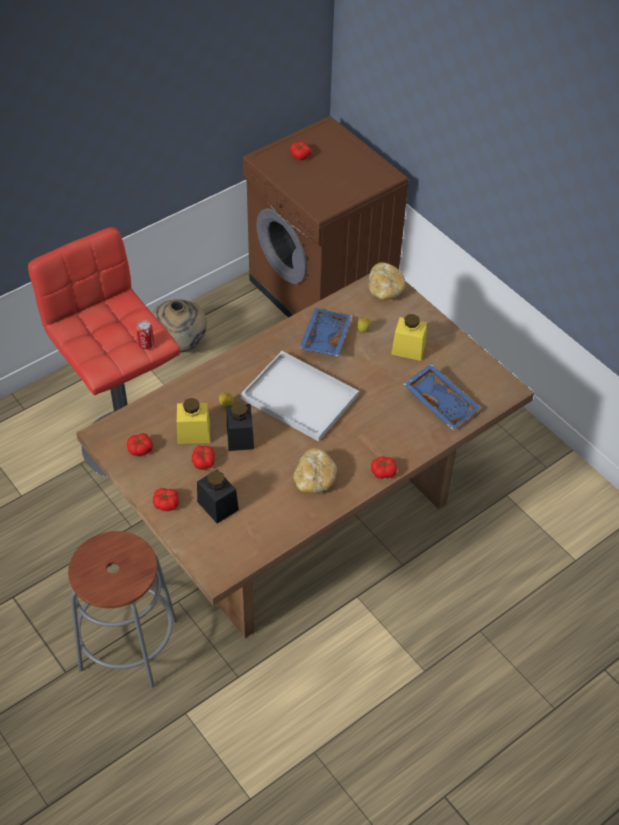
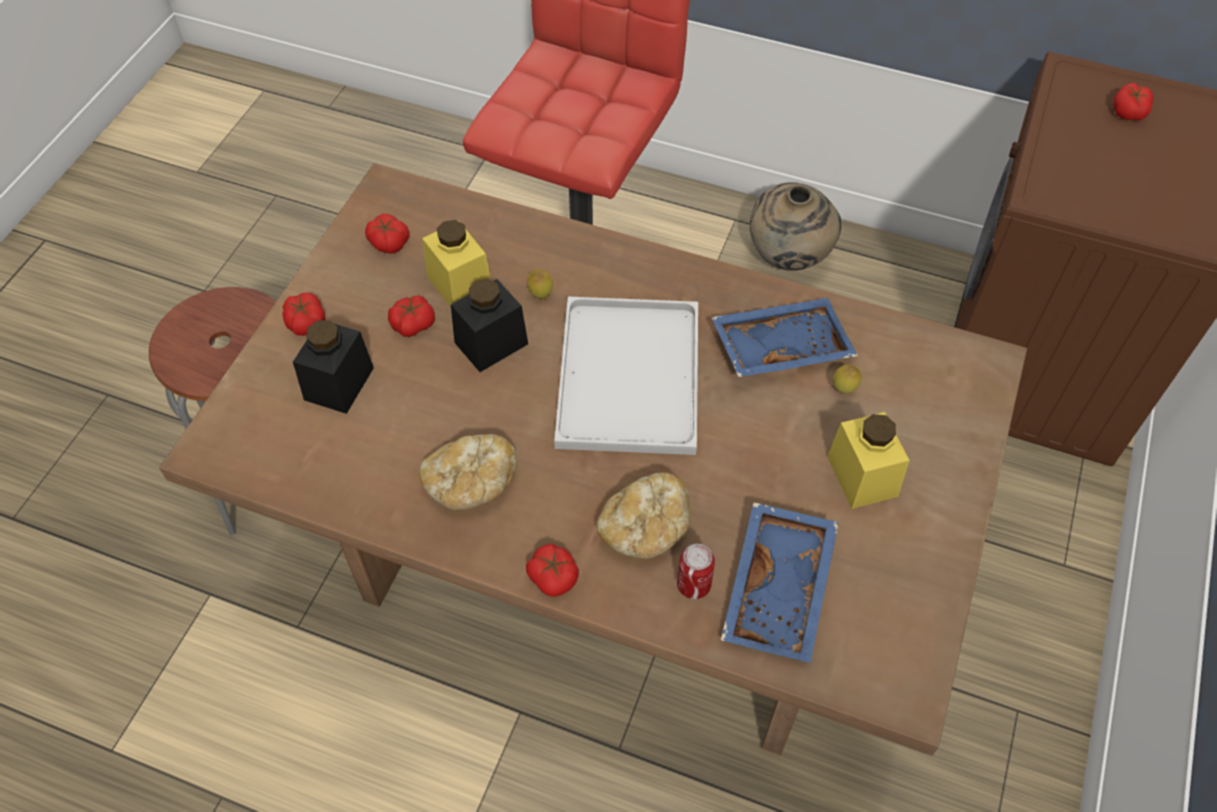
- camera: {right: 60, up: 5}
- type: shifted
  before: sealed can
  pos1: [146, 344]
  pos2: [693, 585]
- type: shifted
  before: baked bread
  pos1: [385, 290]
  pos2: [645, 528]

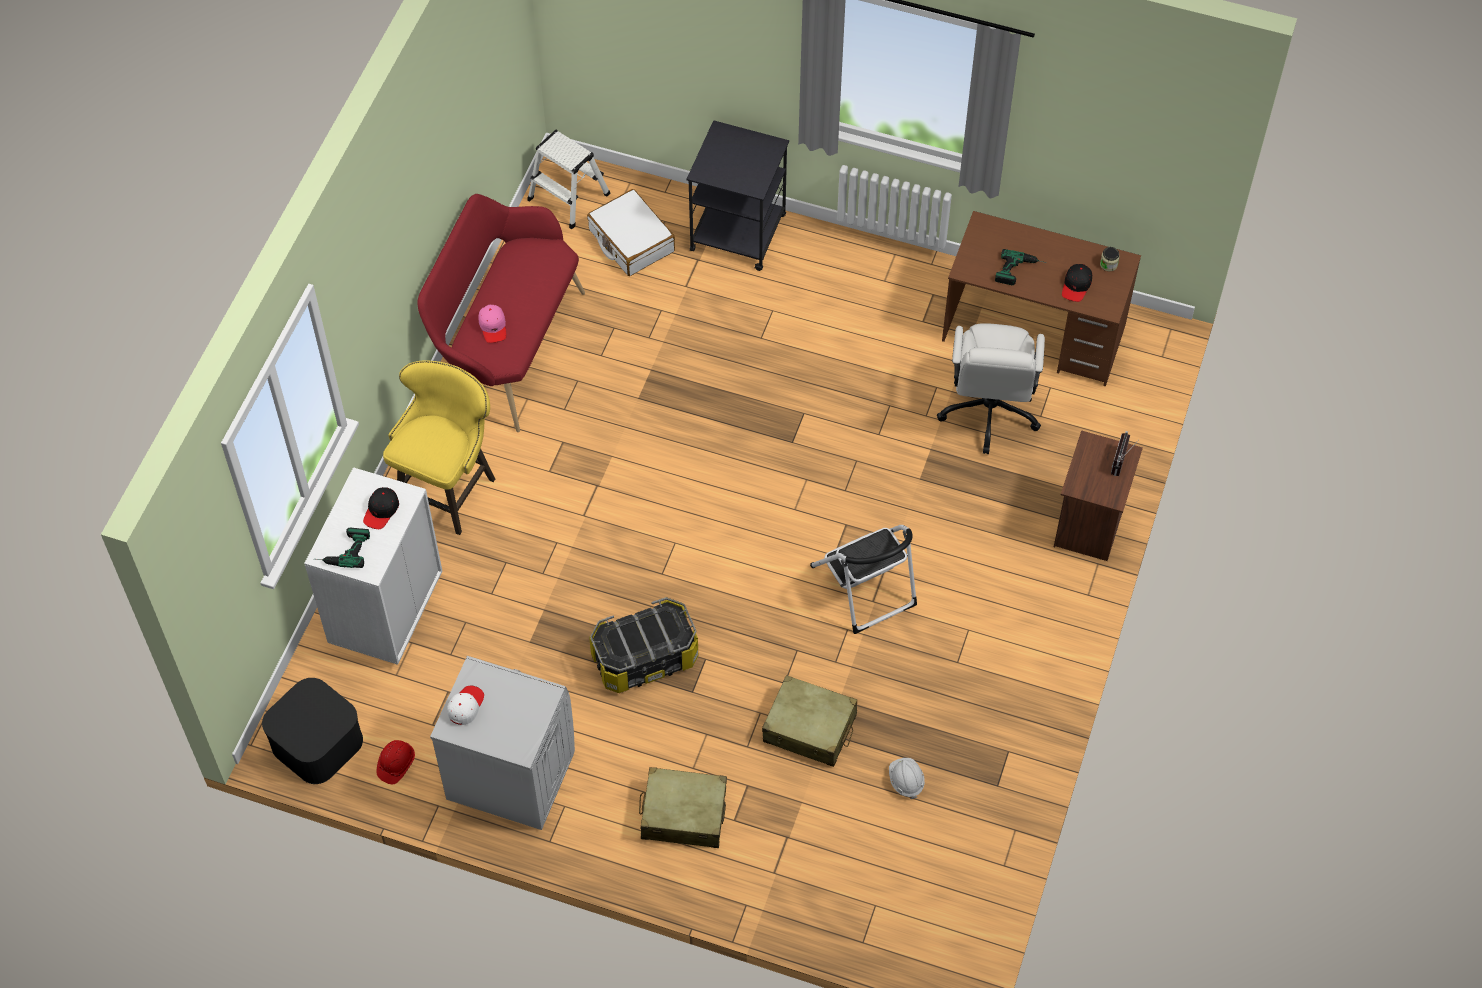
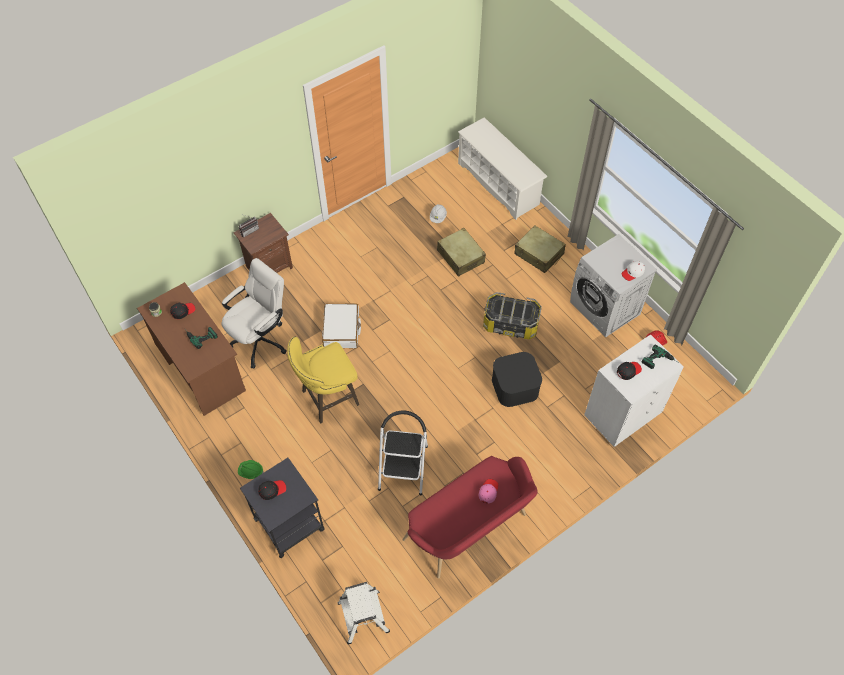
- camera: {right: -145, up: 0}
- type: shifted
  before: blackish storage container
  pos1: [316, 742]
  pos2: [515, 386]
- type: shifted
  before: yellow stool seat
  pos1: [449, 489]
  pos2: [327, 399]
- type: shifted
  before: whitish travel case
  pos1: [631, 241]
  pos2: [342, 330]
- type: shifted
  before: step stool
  pos1: [865, 588]
  pos2: [404, 466]
- type: new
  after: green safety helmet
  pos2: [251, 472]
- type: new
  after: blackish baseball cap
  pos2: [272, 490]
- type: new
  after: whitish shoe shelf
  pos2: [498, 184]

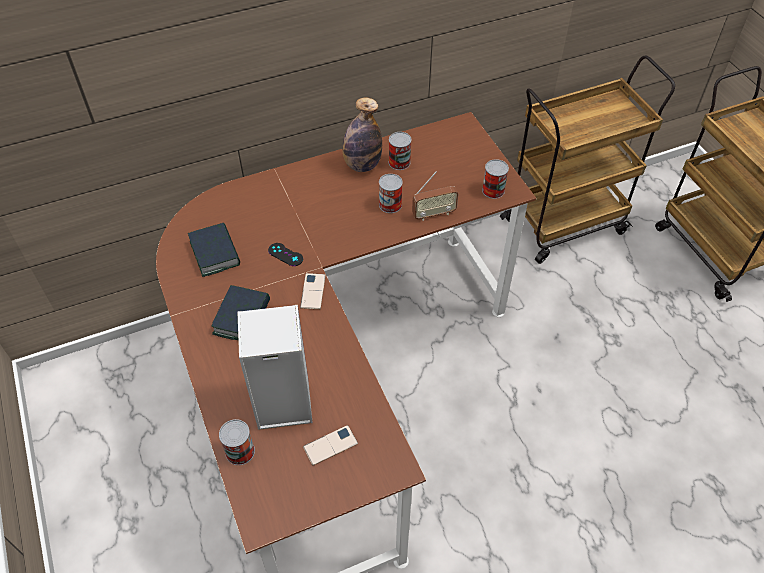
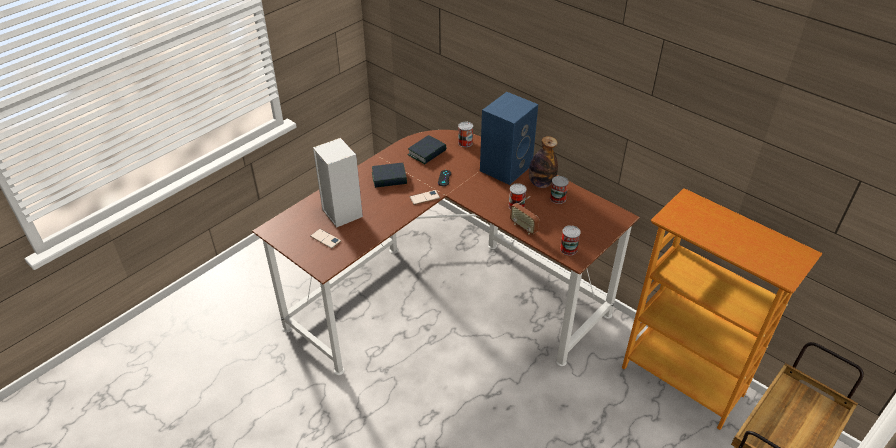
- camera: {right: 65, up: -10}
- type: shifted
  before: sealed can
  pos1: [240, 451]
  pos2: [465, 142]
- type: swapped
  before: brown-coloured trolley
  after: bookcase
  pos1: [565, 225]
  pos2: [683, 380]
- type: new
  after: blue speaker
  pos2: [506, 167]

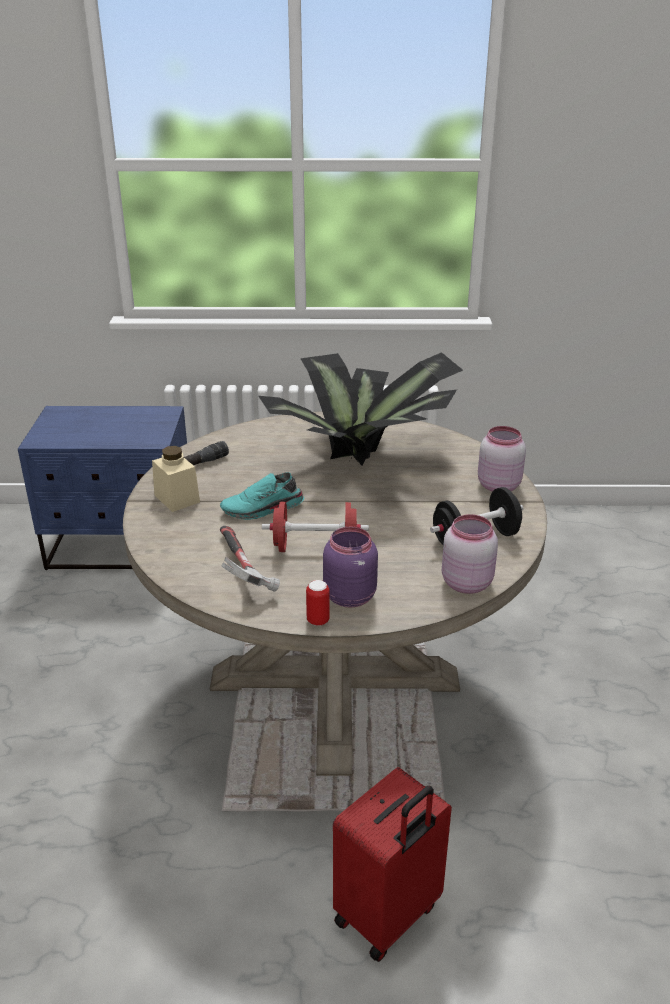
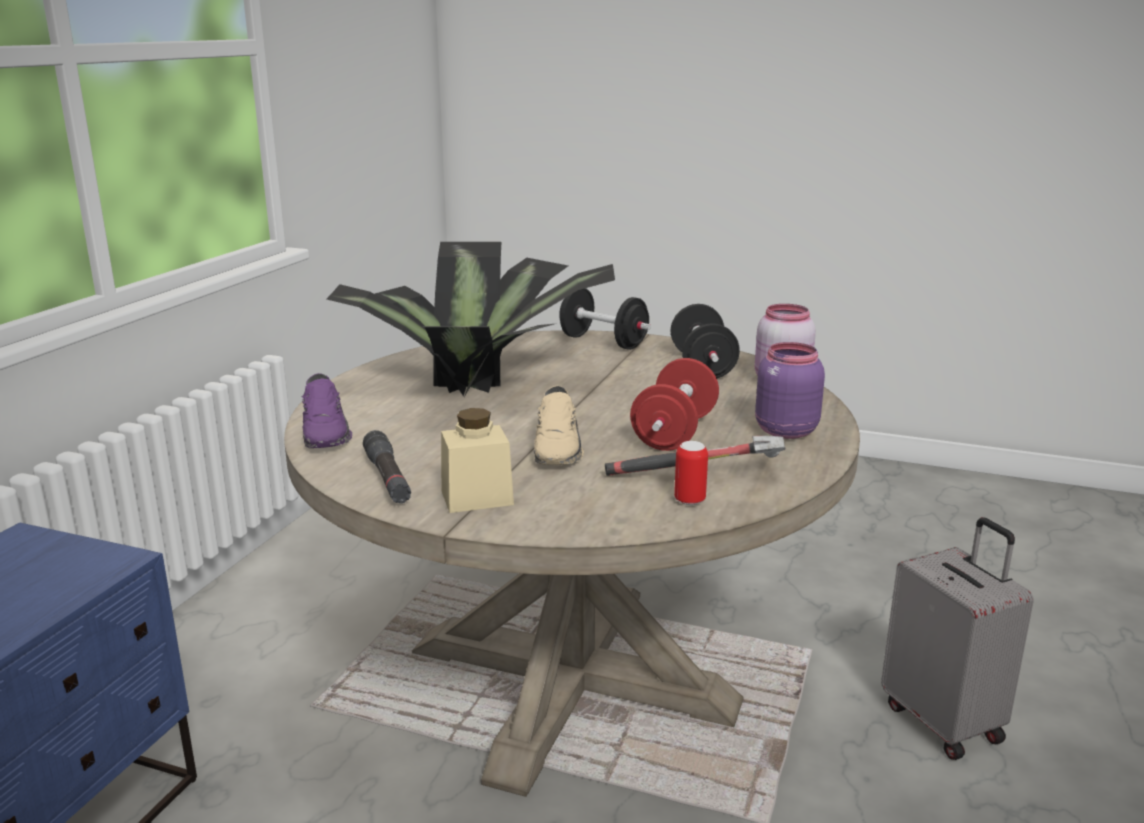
- camera: {right: -70, up: -10}
- type: repainted
  before: blue-green item of footwear
  after: beige item of footwear
  pos1: [263, 509]
  pos2: [559, 448]
- type: shifted
  before: sealed can
  pos1: [318, 620]
  pos2: [689, 500]
- type: repainted
  before: red-coloured travel case
  after: greyish travel case
  pos1: [389, 916]
  pos2: [944, 721]
- type: swapped
  before: pinkish storage jar
  after: blackish dumbbell
  pos1: [497, 485]
  pos2: [603, 342]
- type: new
  after: purplish item of footwear
  pos2: [327, 432]

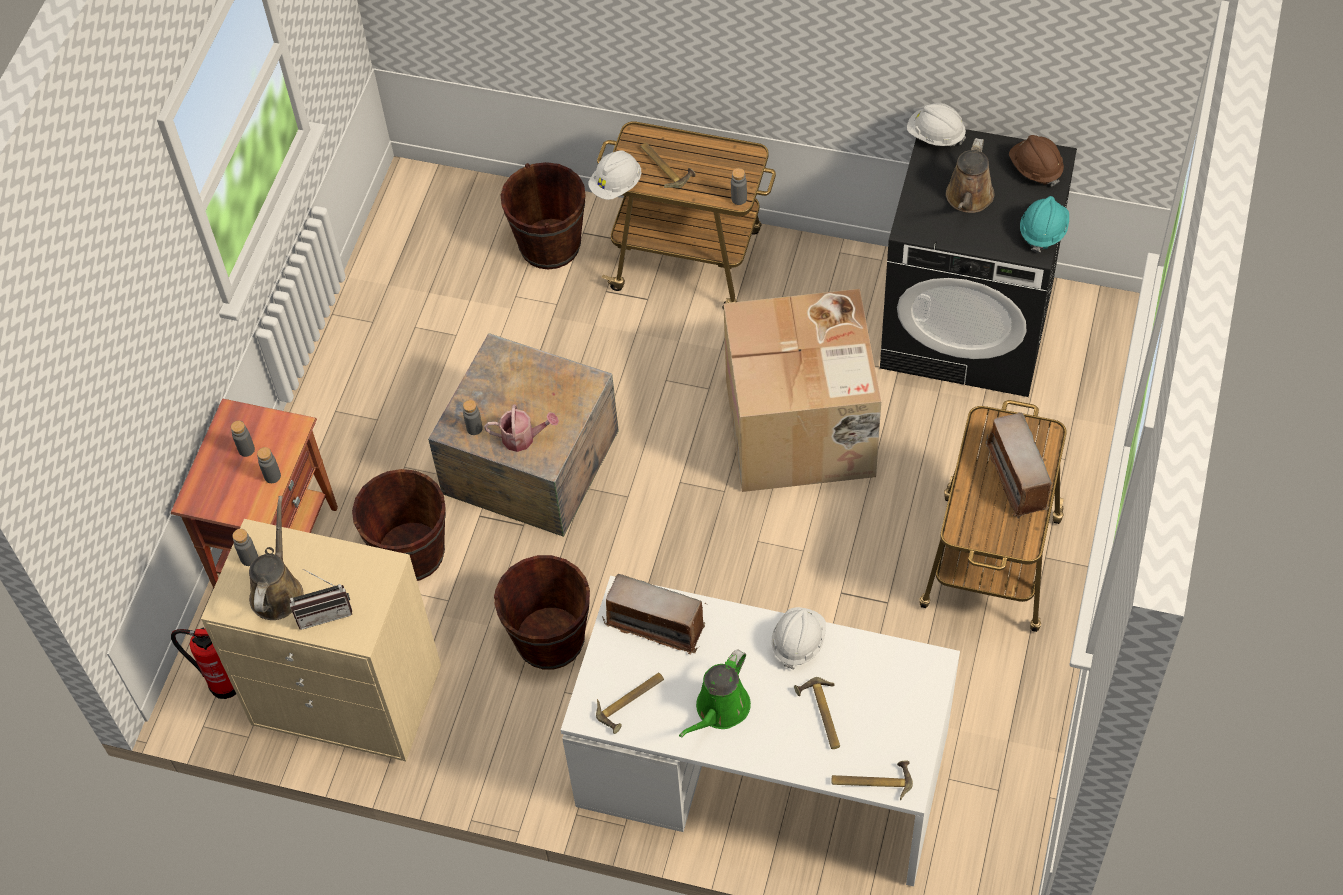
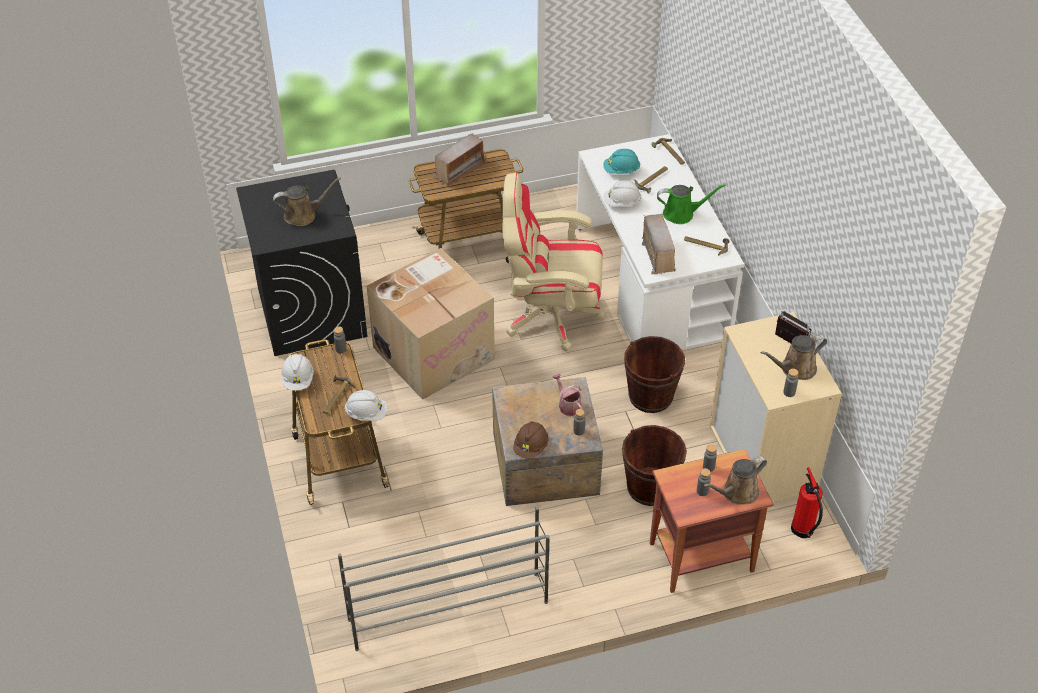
- camera: {right: -125, up: -10}
- type: gone
  before: brown-coloured water bucket
  pos1: [550, 245]
- type: shifted
  before: whitish safety helmet
  pos1: [935, 136]
  pos2: [298, 379]
- type: shifted
  before: brown-coloured safety helmet
  pos1: [1035, 169]
  pos2: [531, 447]
- type: shifted
  before: blue-green safety helmet
  pos1: [1043, 231]
  pos2: [621, 170]
- type: new
  after: greyish shoe shelf
  pos2: [447, 611]
- type: new
  after: beige office chair
  pos2: [552, 315]
- type: new
  after: brown-coloured watering can
  pos2: [737, 493]

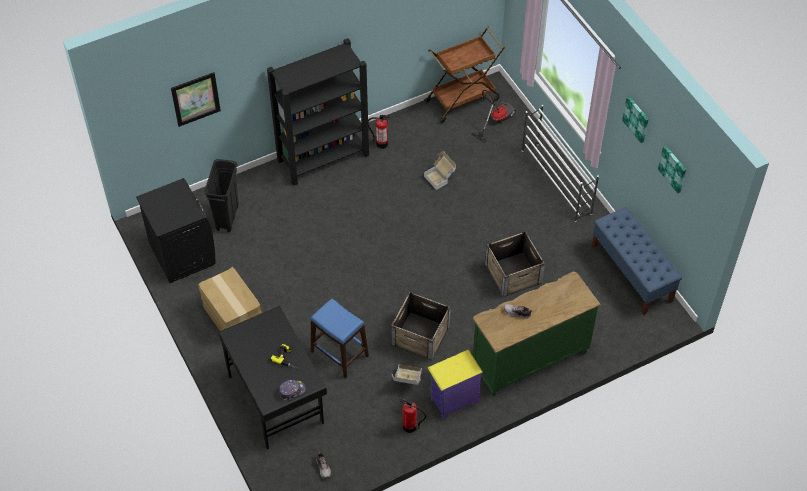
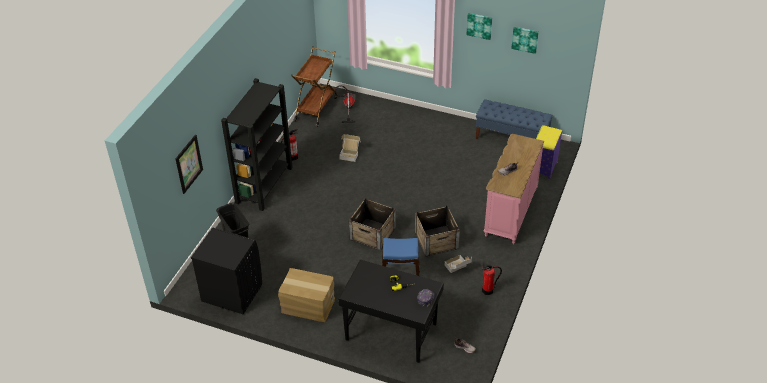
- camera: {right: -40, up: -10}
- type: shifted
  before: bedside table
  pos1: [453, 400]
  pos2: [543, 168]
- type: repainted
  before: green drawer chest
  after: pinkish drawer chest
  pos1: [529, 359]
  pos2: [510, 213]
- type: shifted
  before: shipping crate
  pos1: [513, 274]
  pos2: [373, 233]
- type: gone
  before: whitish shoe shelf
  pos1: [556, 182]

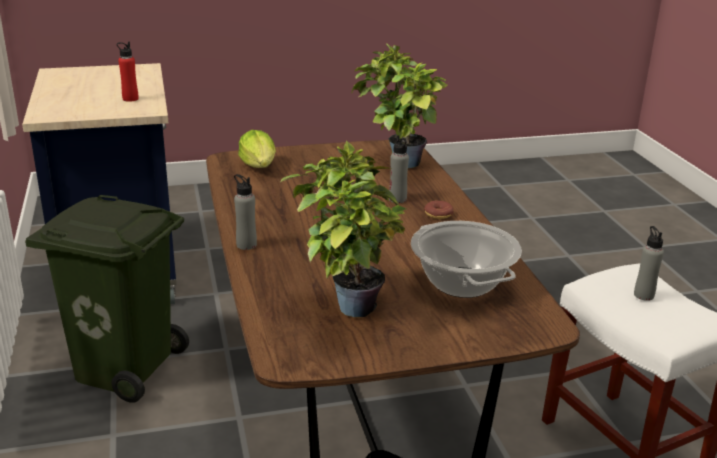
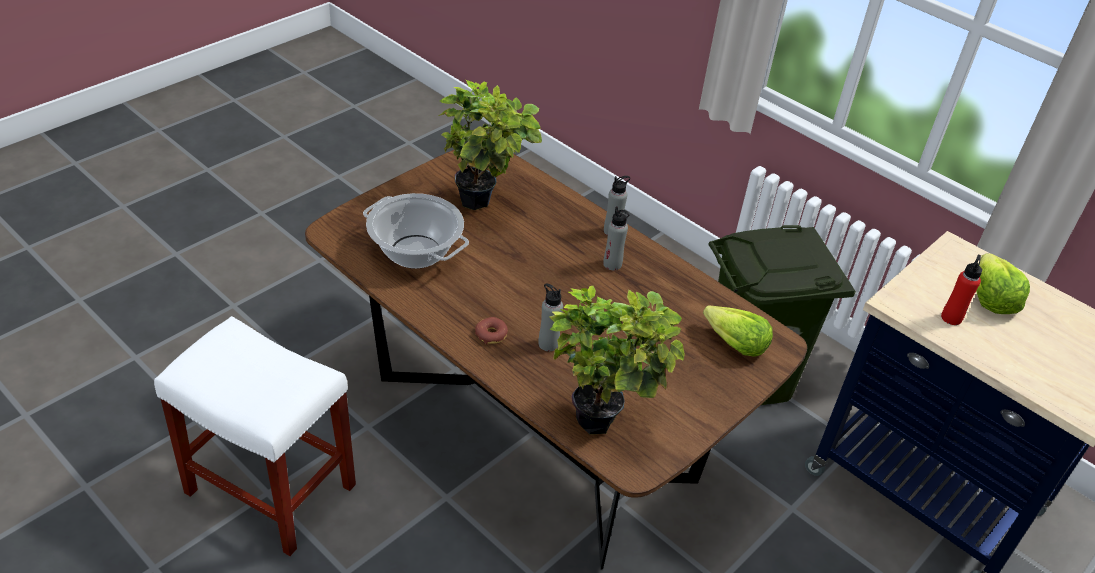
- camera: {right: 145, up: 15}
- type: shifted
  before: greyish bottle
  pos1: [643, 295]
  pos2: [612, 264]
- type: new
  after: lettuce
  pos2: [990, 299]

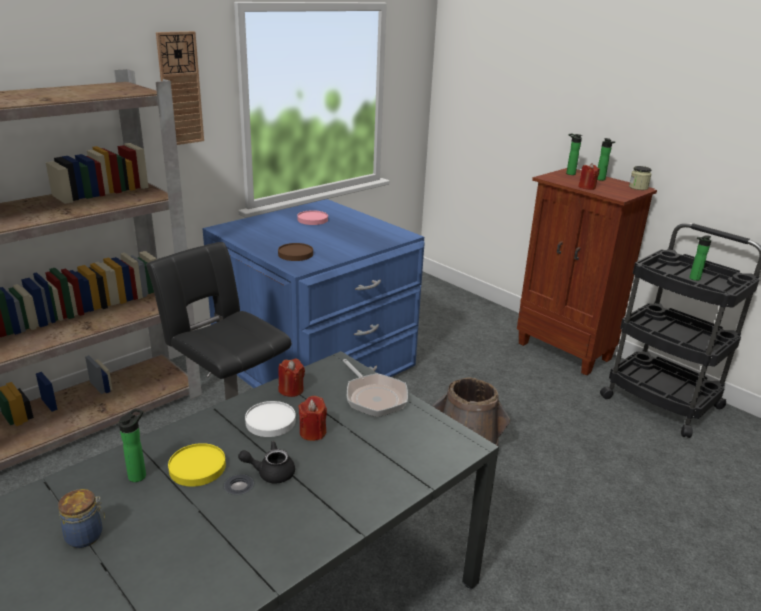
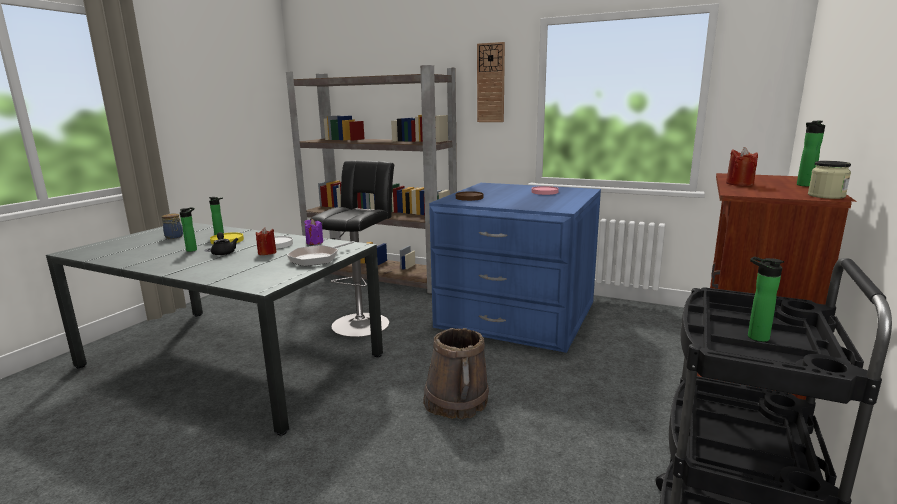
- camera: {right: 70, up: -10}
- type: repainted
  before: red-coloured wax light
  after: purplish wax light
  pos1: [291, 390]
  pos2: [314, 242]
- type: shifted
  before: bottle
  pos1: [569, 173]
  pos2: [193, 250]

